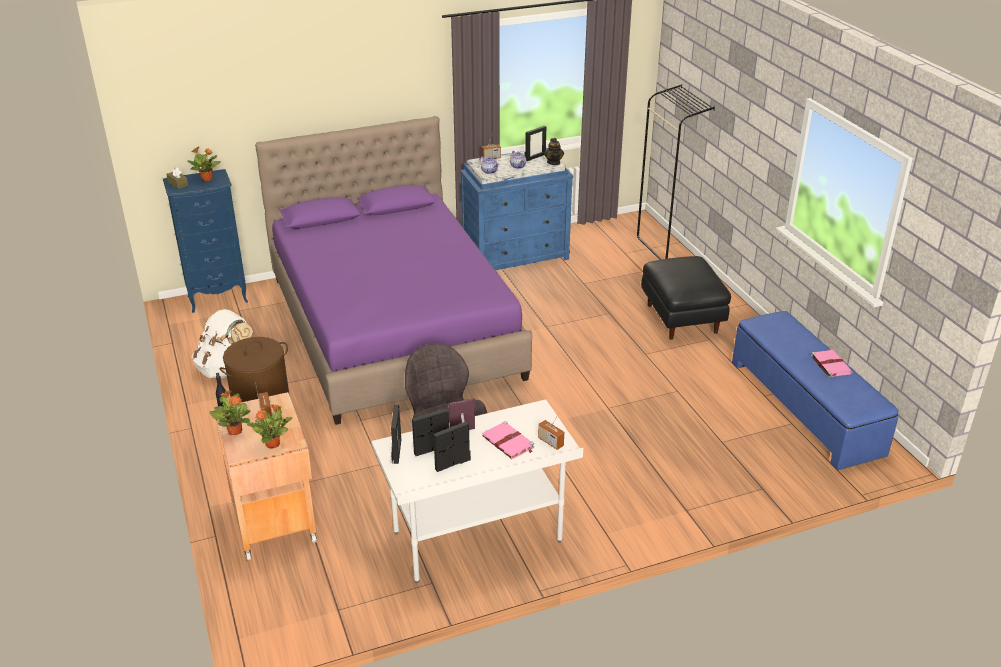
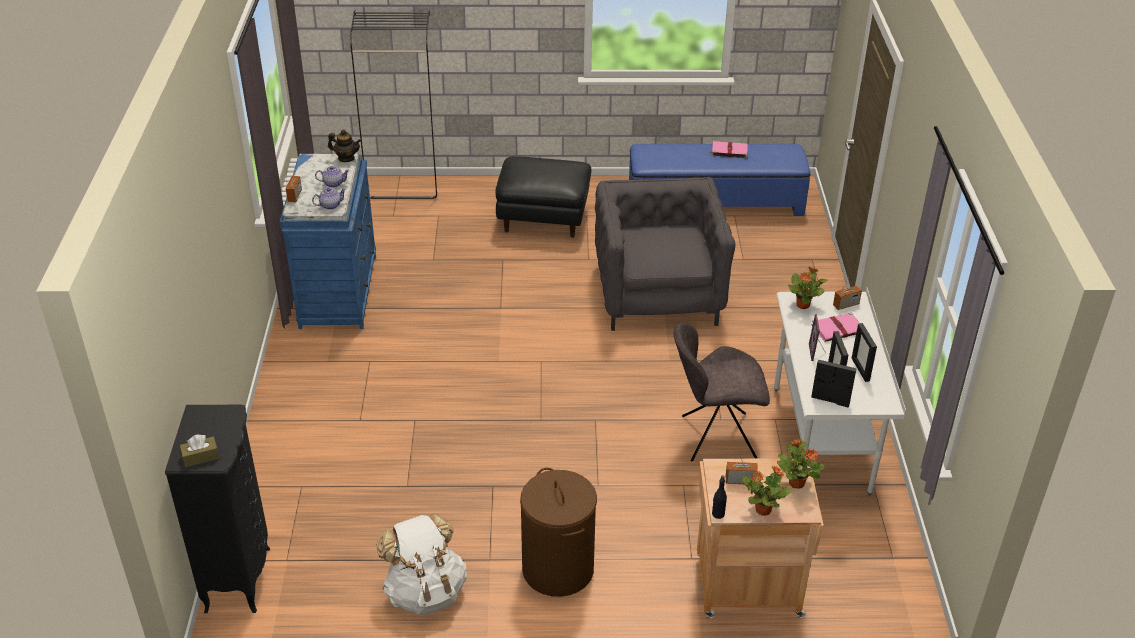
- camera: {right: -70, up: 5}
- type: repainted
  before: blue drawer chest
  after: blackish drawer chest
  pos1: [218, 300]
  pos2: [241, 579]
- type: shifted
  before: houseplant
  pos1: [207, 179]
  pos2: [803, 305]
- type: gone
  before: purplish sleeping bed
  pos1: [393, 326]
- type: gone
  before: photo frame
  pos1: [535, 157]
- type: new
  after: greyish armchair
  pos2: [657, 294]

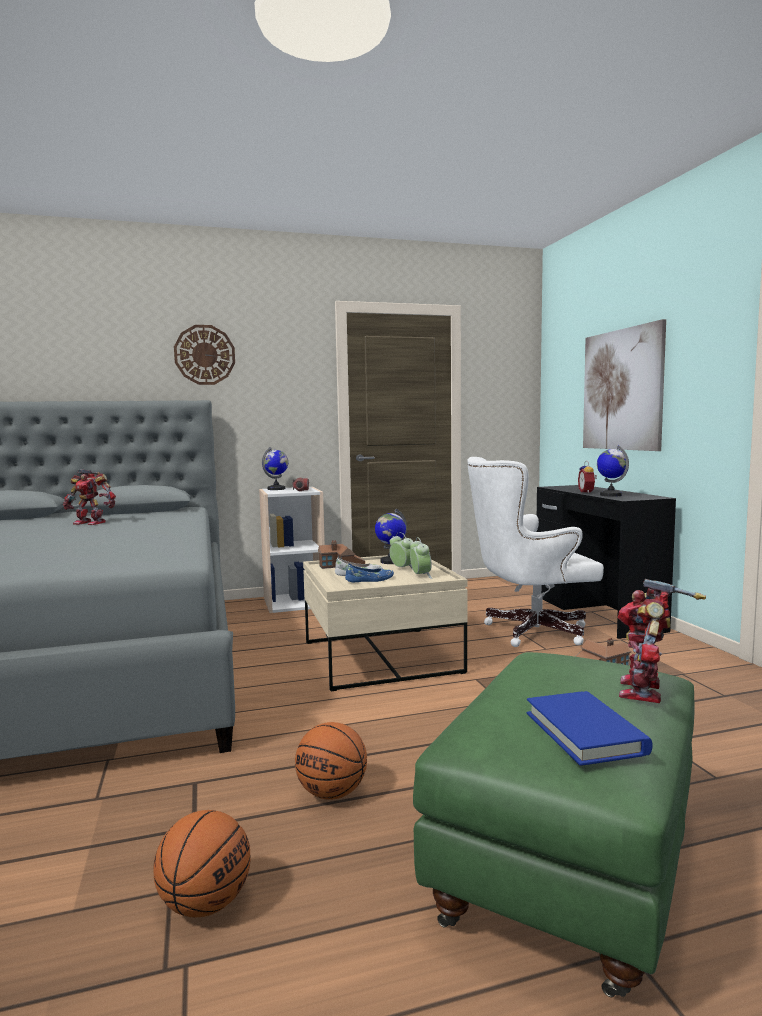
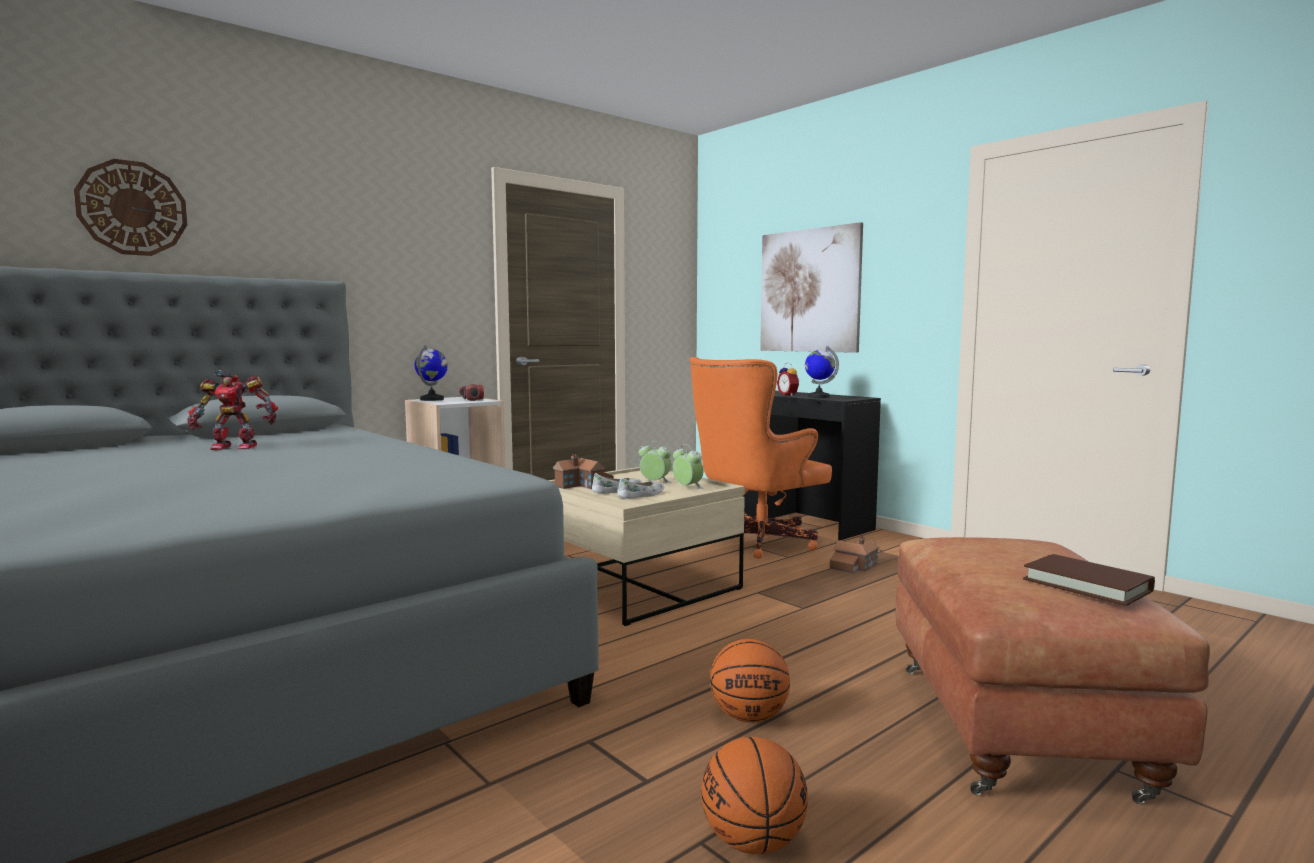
- camera: {right: -25, up: 0}
- type: shifted
  before: wall clock
  pos1: [204, 355]
  pos2: [132, 208]
- type: repainted
  before: blue item of footwear
  after: whitish item of footwear
  pos1: [370, 580]
  pos2: [642, 495]
- type: gone
  before: world globe
  pos1: [391, 561]
- type: repainted
  before: green pouffe
  after: brown-coloured pouffe
  pos1: [569, 872]
  pos2: [1017, 729]
- type: repainted
  before: whitish office chair
  after: orange office chair
  pos1: [529, 632]
  pos2: [756, 544]
- type: repainted
  before: blue book
  after: brown-coloured book
  pos1: [585, 733]
  pos2: [1087, 585]
- type: gone
  before: model robot
  pos1: [645, 691]

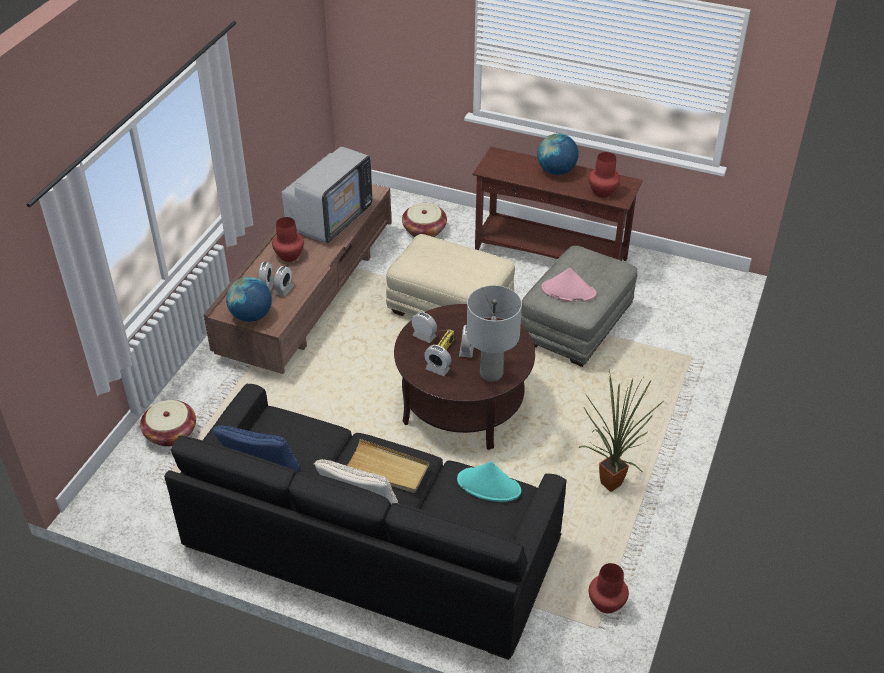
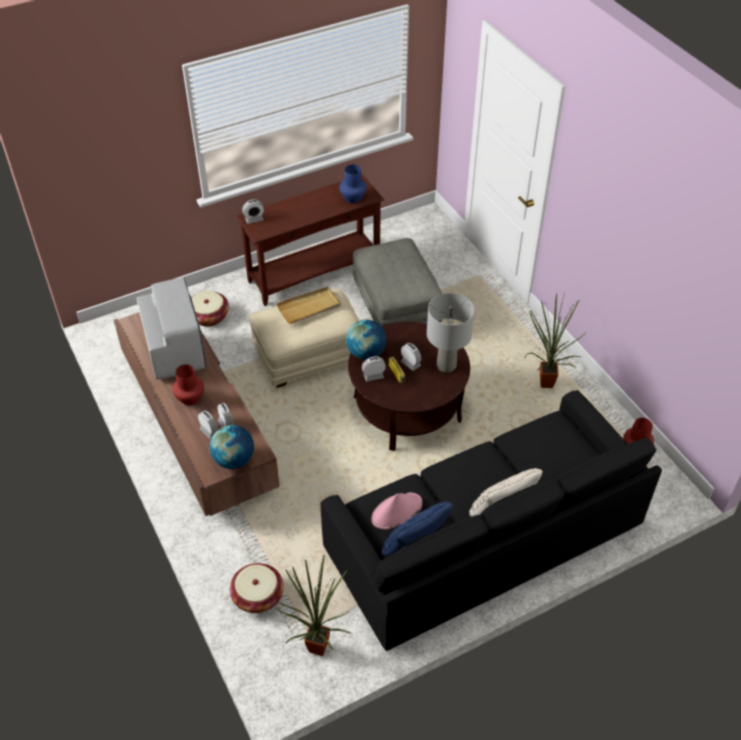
- camera: {right: -50, up: 5}
- type: shifted
  before: beige carrying tray
  pos1: [386, 469]
  pos2: [309, 307]
- type: shifted
  before: bedside clock
  pos1: [437, 369]
  pos2: [254, 219]
- type: gone
  before: blue-green hat
  pos1: [489, 486]
- type: shifted
  before: world globe
  pos1: [556, 171]
  pos2: [366, 353]
- type: shifted
  before: pinkish hat
  pos1: [568, 291]
  pos2: [396, 511]
- type: repainted
  before: red-coloured vase
  after: blue vase
  pos1: [602, 192]
  pos2: [353, 198]
- type: new
  after: houseplant
  pos2: [315, 646]

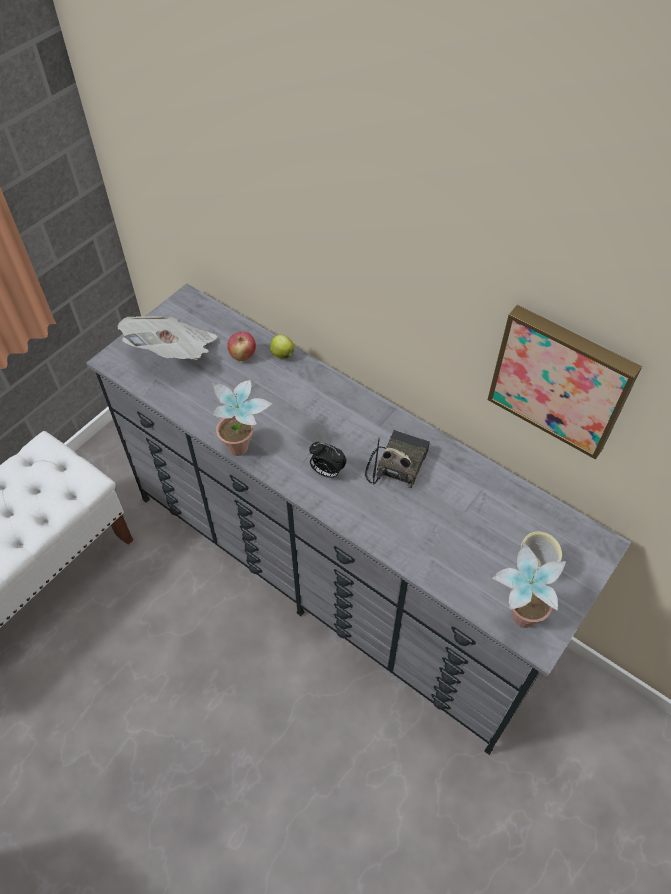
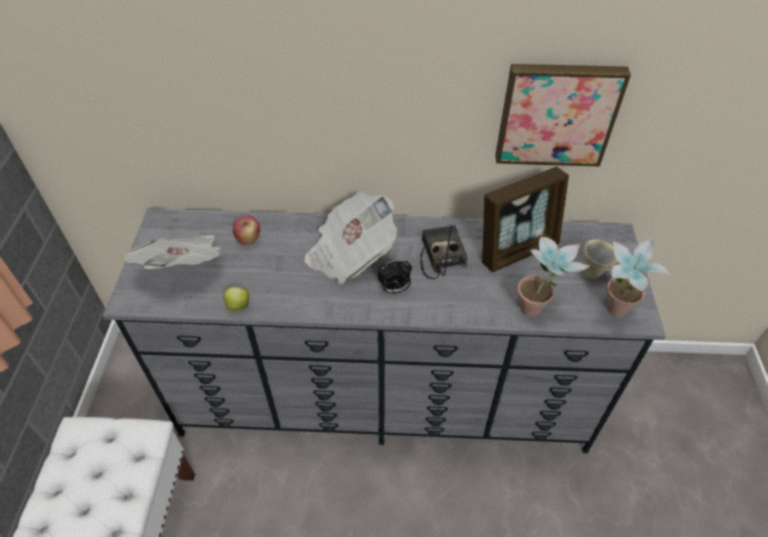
- camera: {right: -35, up: -5}
- type: shifted
  before: houseplant
  pos1: [244, 451]
  pos2: [538, 309]
- type: shifted
  before: apple
  pos1: [282, 354]
  pos2: [238, 306]
- type: new
  after: daily paper
  pos2: [350, 253]
- type: new
  after: photo frame
  pos2: [517, 249]

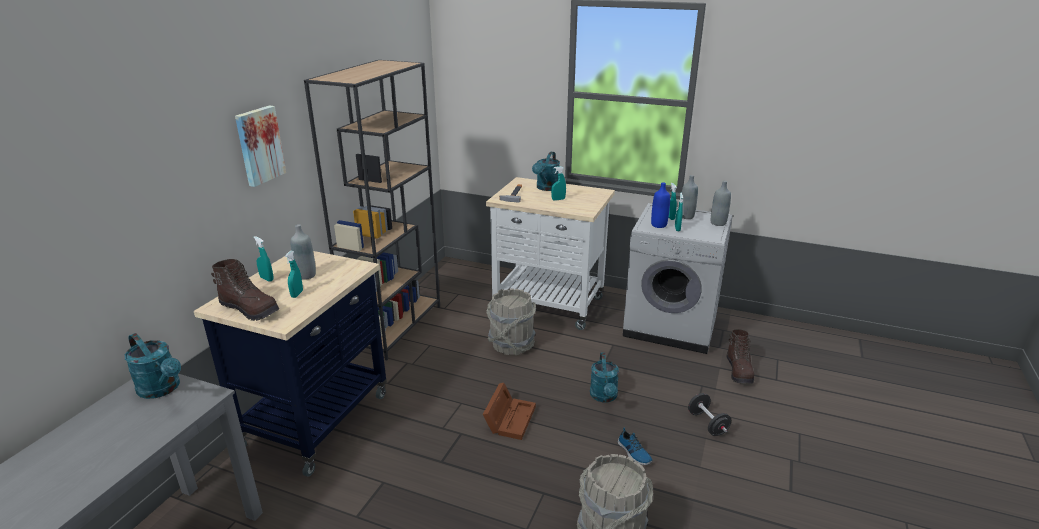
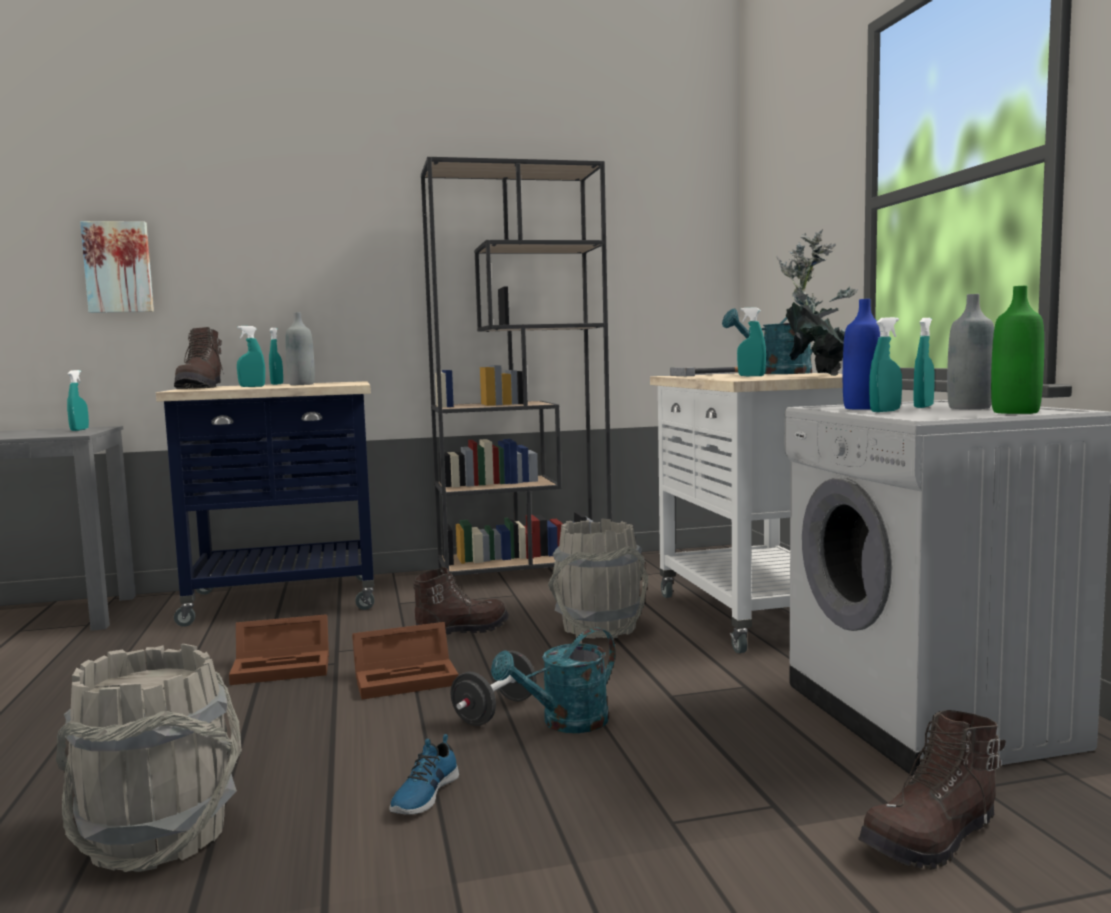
- camera: {right: 55, up: -20}
- type: swapped
  before: blue-green watering can
  after: blue-green sprayer
  pos1: [162, 389]
  pos2: [79, 430]
- type: shifted
  before: wall art
  pos1: [259, 145]
  pos2: [118, 267]
- type: shifted
  before: blackish dumbbell
  pos1: [707, 424]
  pos2: [495, 711]
- type: repainted
  before: greyish bottle
  after: green bottle
  pos1: [718, 223]
  pos2: [1015, 412]
- type: new
  after: brown-coloured storage container
  pos2: [285, 667]
- type: new
  after: brown-coloured high-top boot
  pos2: [462, 630]
- type: new
  after: houseplant
  pos2: [817, 375]

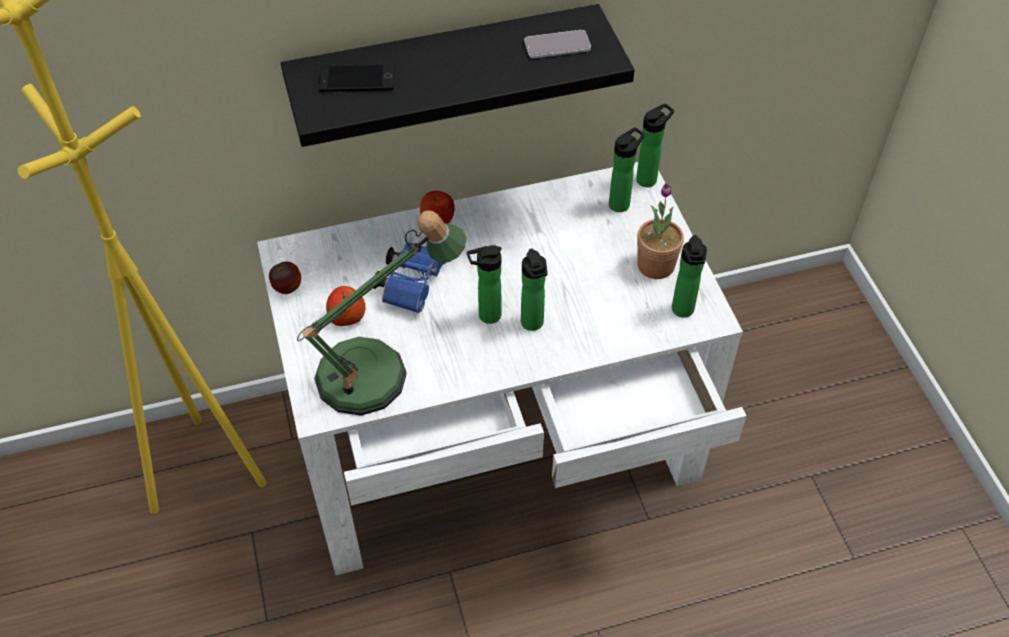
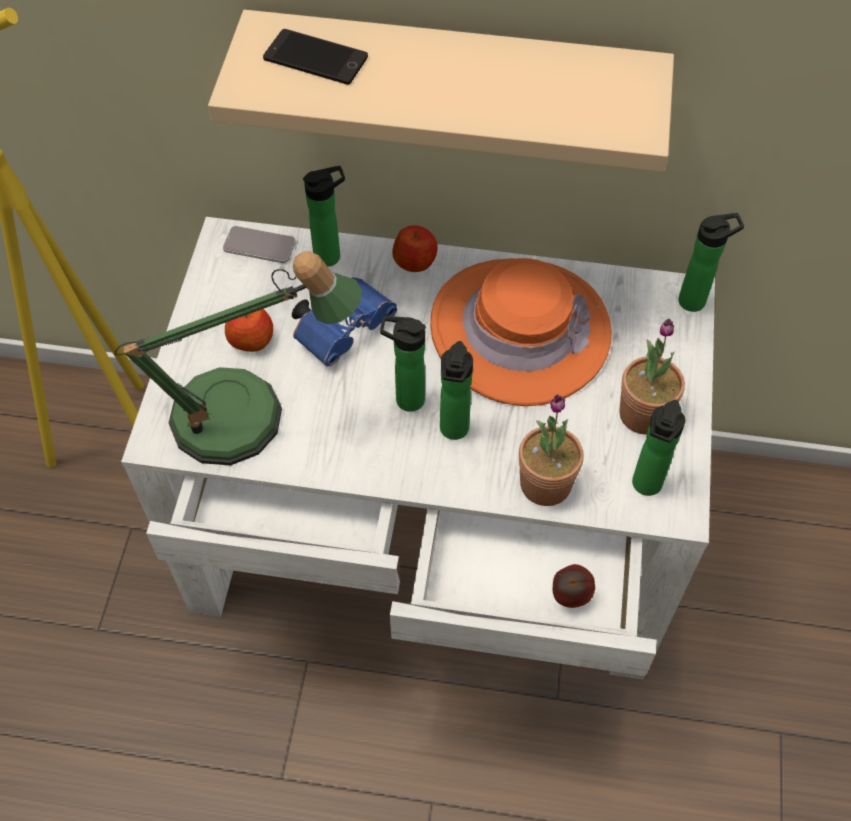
- camera: {right: 25, up: 5}
- type: shifted
  before: apple
  pos1: [287, 290]
  pos2: [570, 597]
- type: repainted
  before: blackish shelf
  after: beige shelf
  pos1: [445, 70]
  pos2: [453, 82]
- type: shifted
  before: telephone
  pos1: [557, 45]
  pos2: [259, 245]
- type: shifted
  before: bottle
  pos1: [621, 203]
  pos2: [331, 255]
- type: new
  after: orange hat
  pos2: [519, 331]
- type: new
  after: houseplant
  pos2: [545, 484]

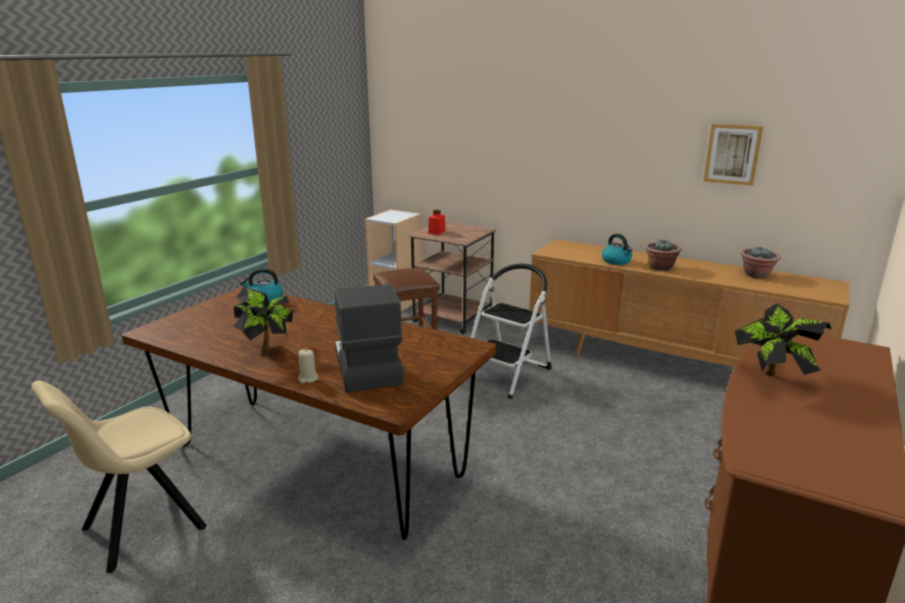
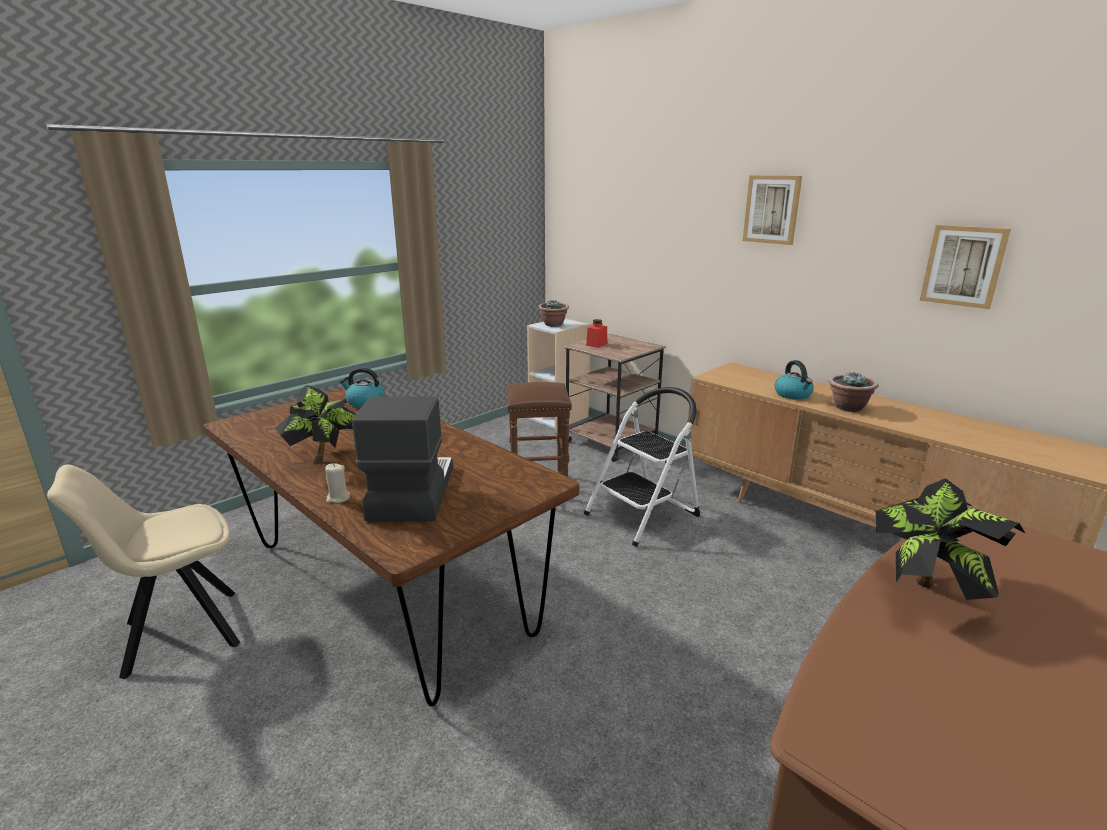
- camera: {right: 15, up: 0}
- type: shifted
  before: houseplant
  pos1: [756, 275]
  pos2: [553, 324]
- type: new
  after: wall art
  pos2: [772, 209]

